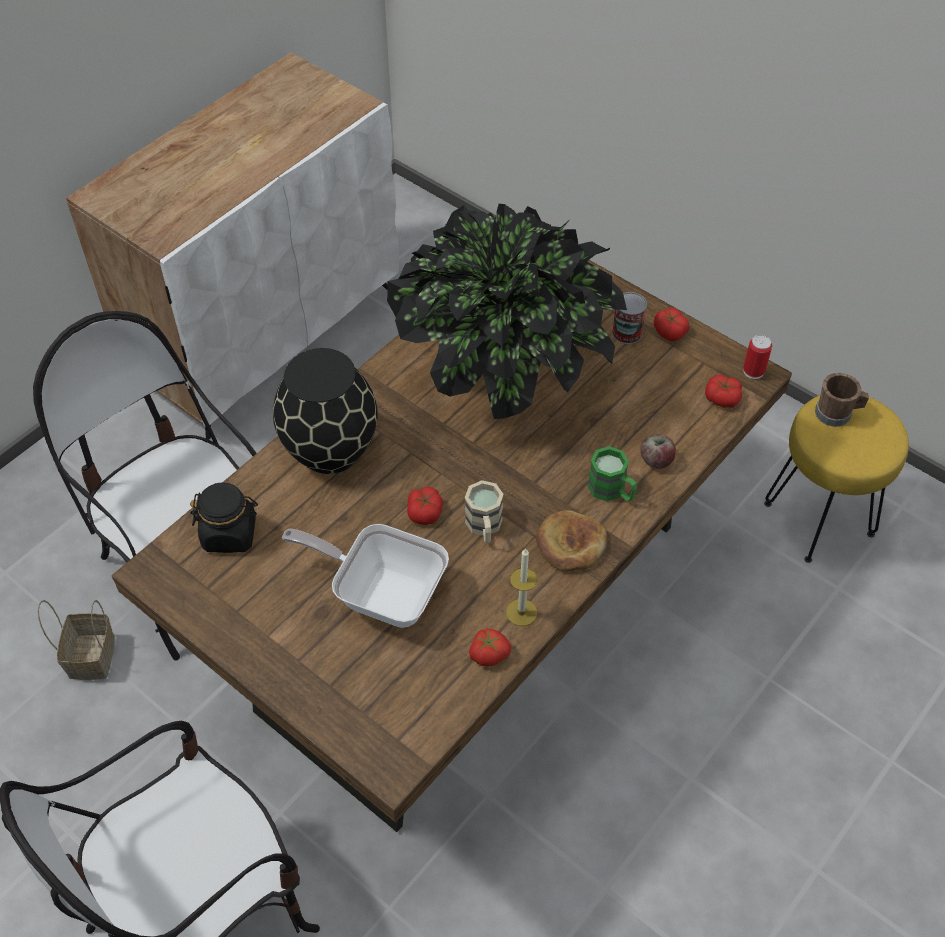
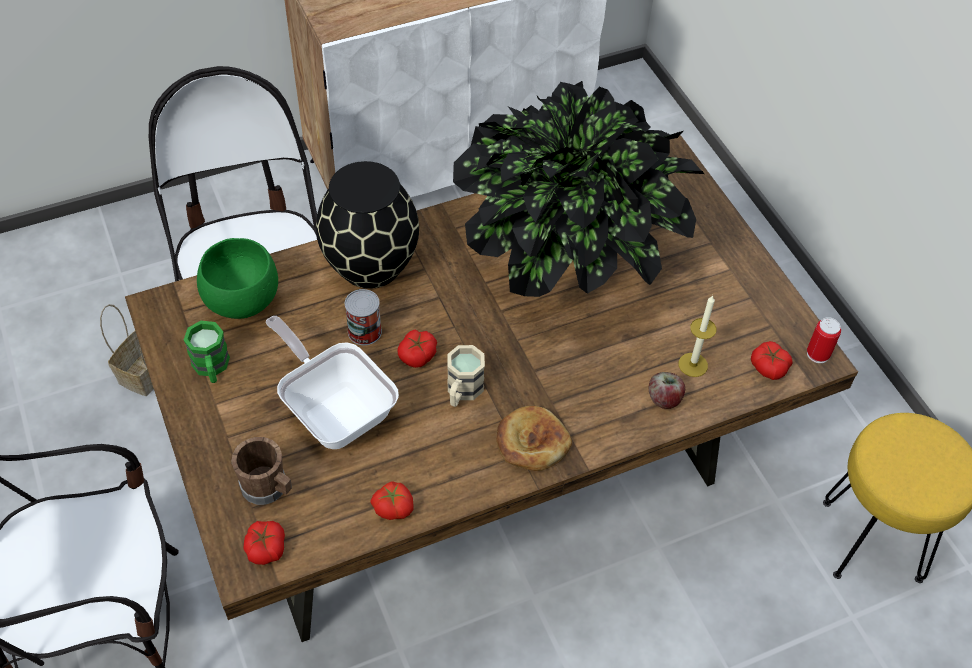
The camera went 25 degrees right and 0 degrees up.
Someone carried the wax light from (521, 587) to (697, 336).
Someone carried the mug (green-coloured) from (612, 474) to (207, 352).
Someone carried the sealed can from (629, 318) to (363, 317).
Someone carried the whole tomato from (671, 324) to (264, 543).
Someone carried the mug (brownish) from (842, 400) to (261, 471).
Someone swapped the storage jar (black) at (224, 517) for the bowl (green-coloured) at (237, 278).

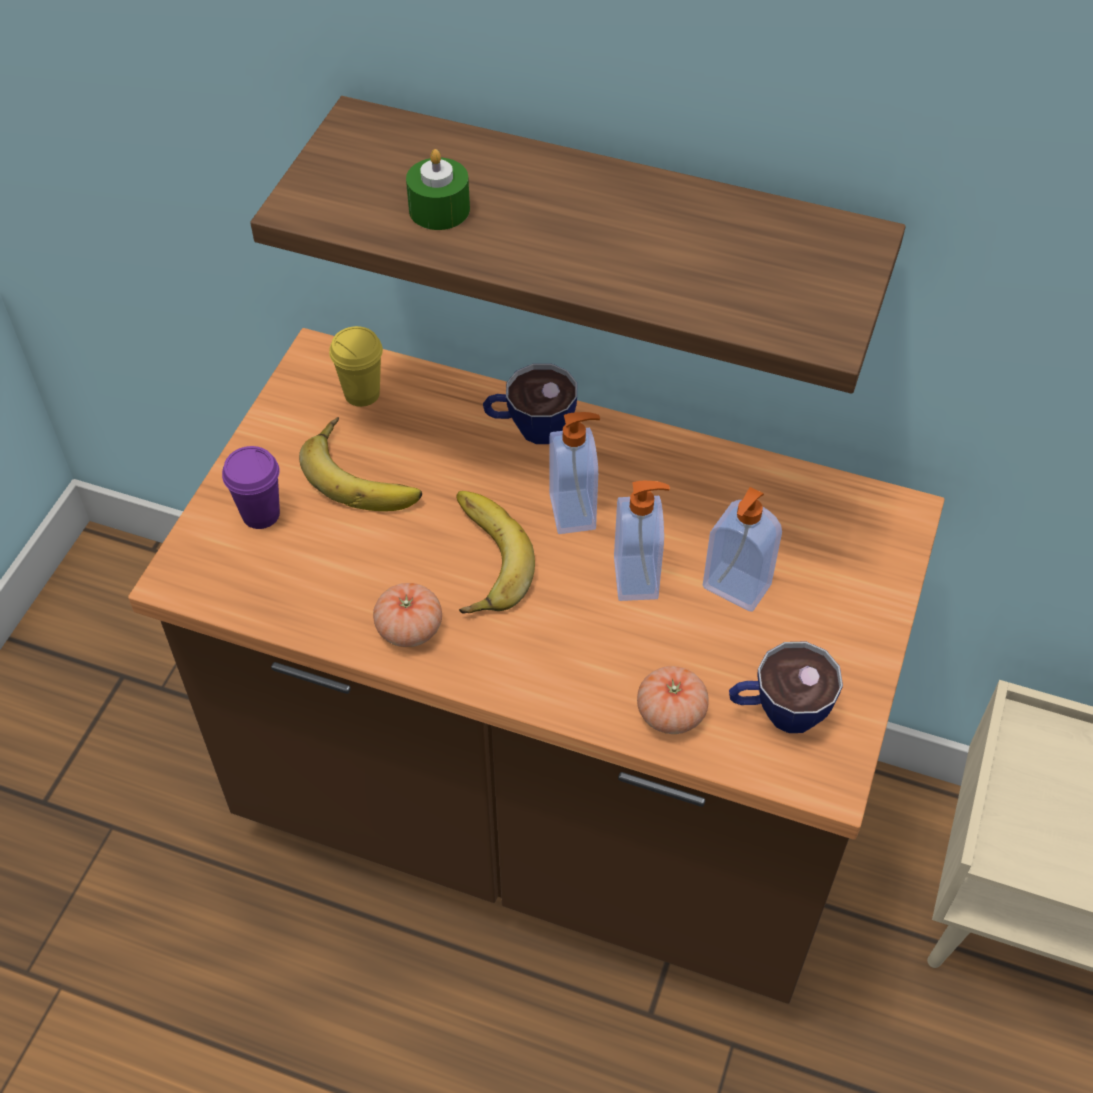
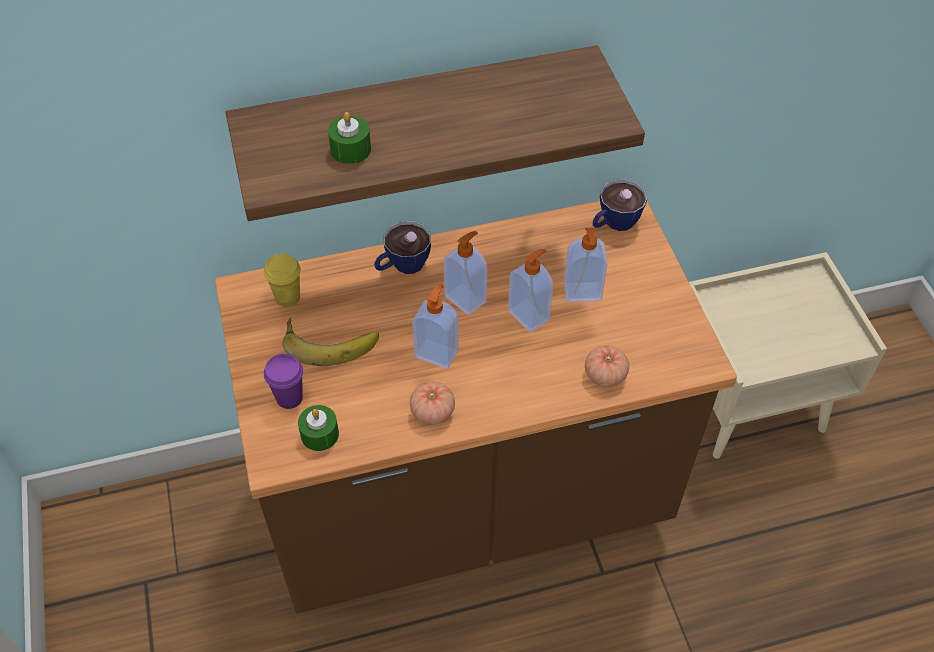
The camera went 35 degrees left and 0 degrees up.
Someone put down the wax light (green-coloured) at (318, 428).
Someone carried the small cup from (786, 687) to (620, 205).
Someone swapped the banana at (495, 552) for the soap bottle at (435, 326).

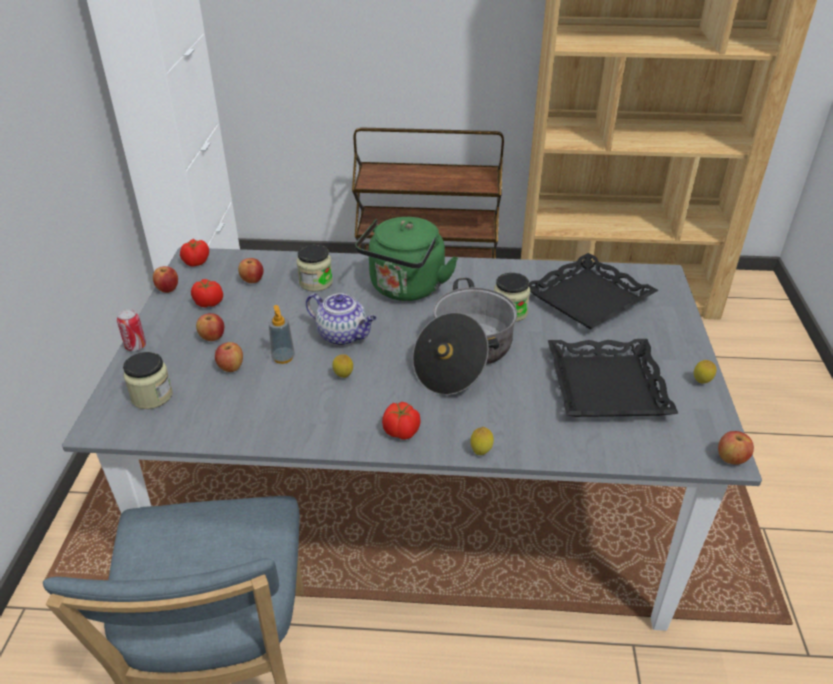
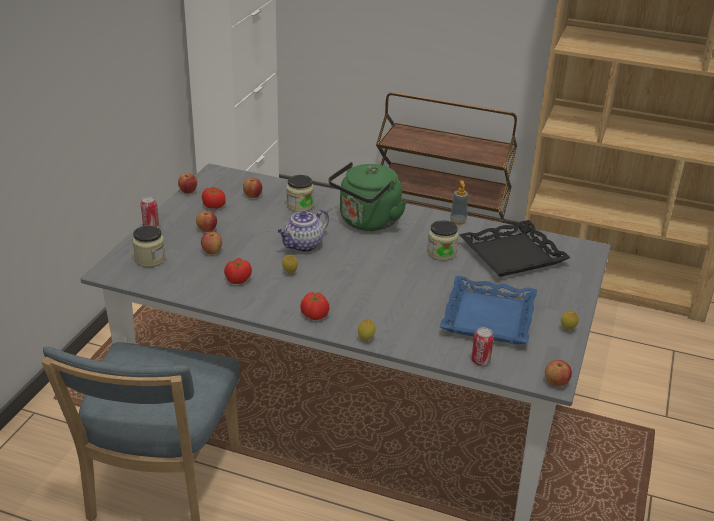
The camera went 15 degrees right and 5 degrees down.
Someone took away the cooking pot at (465, 336).
Someone put down the sealed can at (482, 346).
Someone carried the whole tomato from (194, 253) to (238, 271).
Someone carried the soap bottle from (282, 334) to (459, 202).
Someone repainted the serving tray (black) at (613, 378), which became the serving tray (blue-coloured) at (488, 310).
Someone rotated the pot for tea at (341, 319) by 90 degrees clockwise.

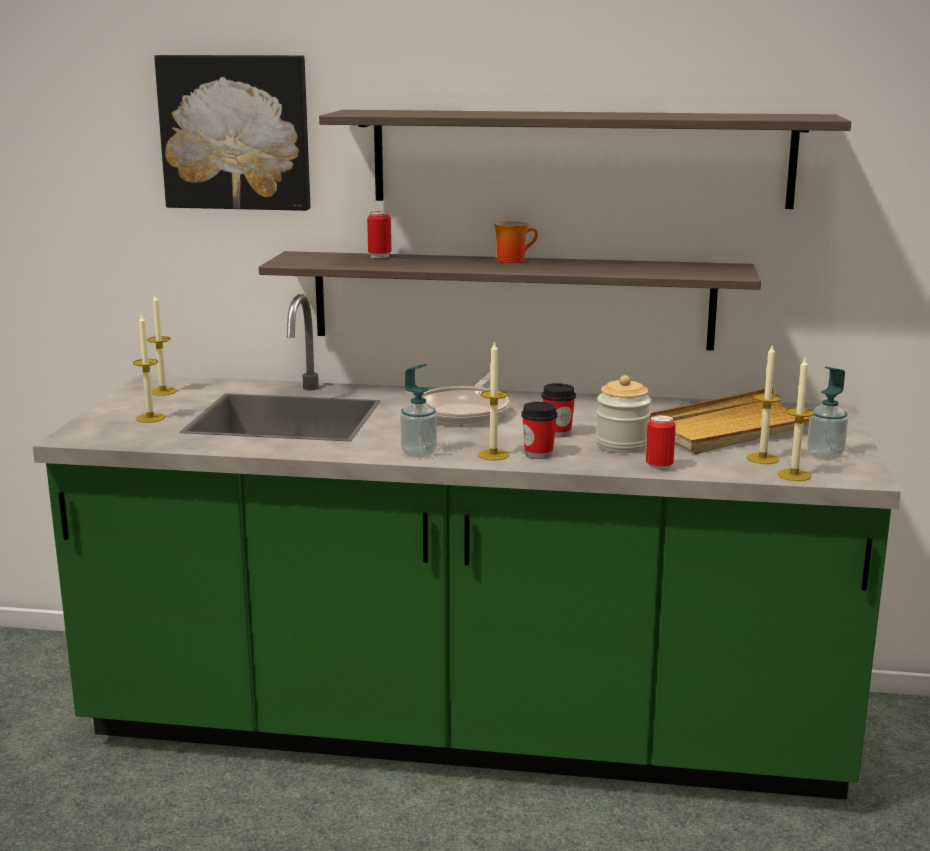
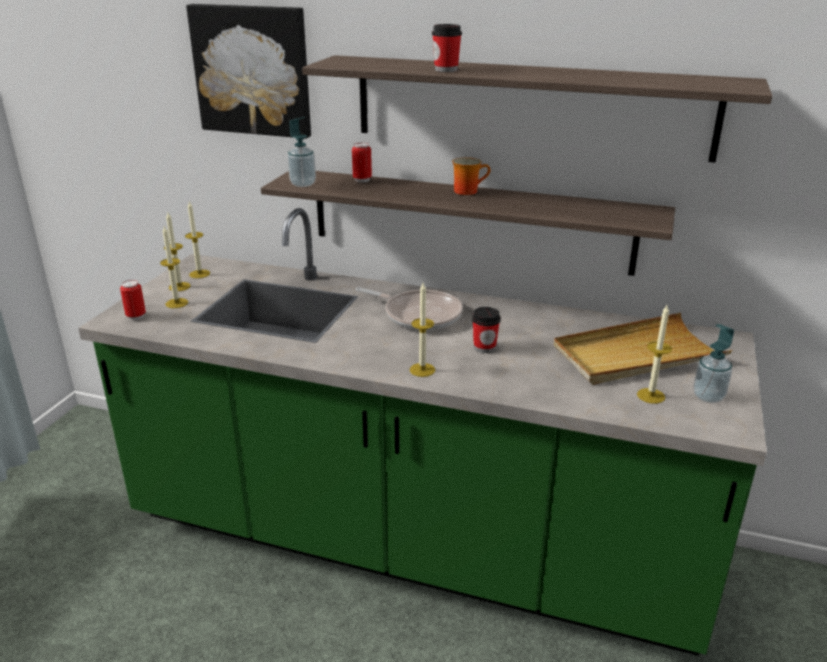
The camera went 10 degrees right and 10 degrees up.
Someone took away the storage jar at (624, 414).
Someone carried the soap bottle from (418, 411) to (302, 152).
Someone carried the small cup from (539, 430) to (447, 48).
Someone carried the sealed can from (661, 443) to (133, 300).
Someone carried the wax light from (796, 419) to (177, 251).
Someone rotated the pan at (465, 398) by 90 degrees counterclockwise.

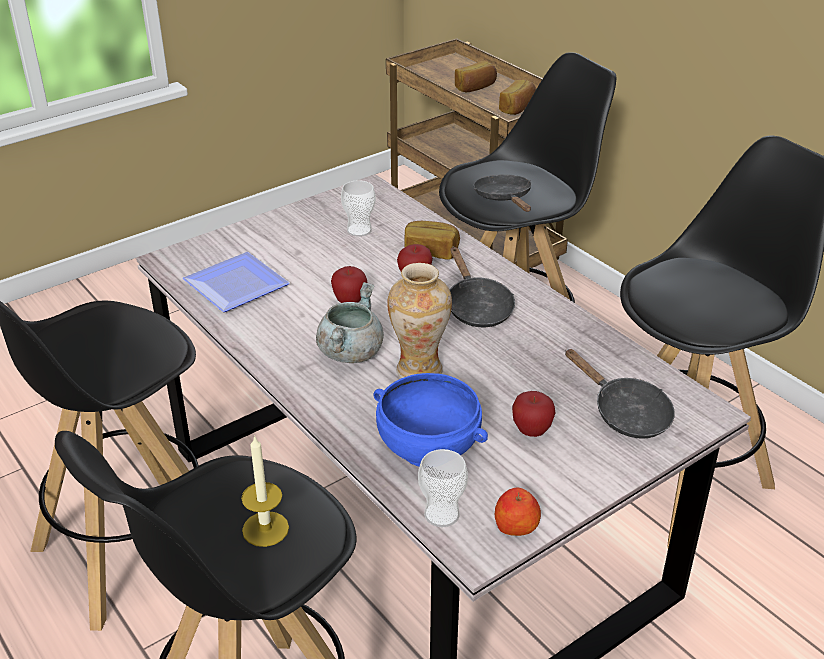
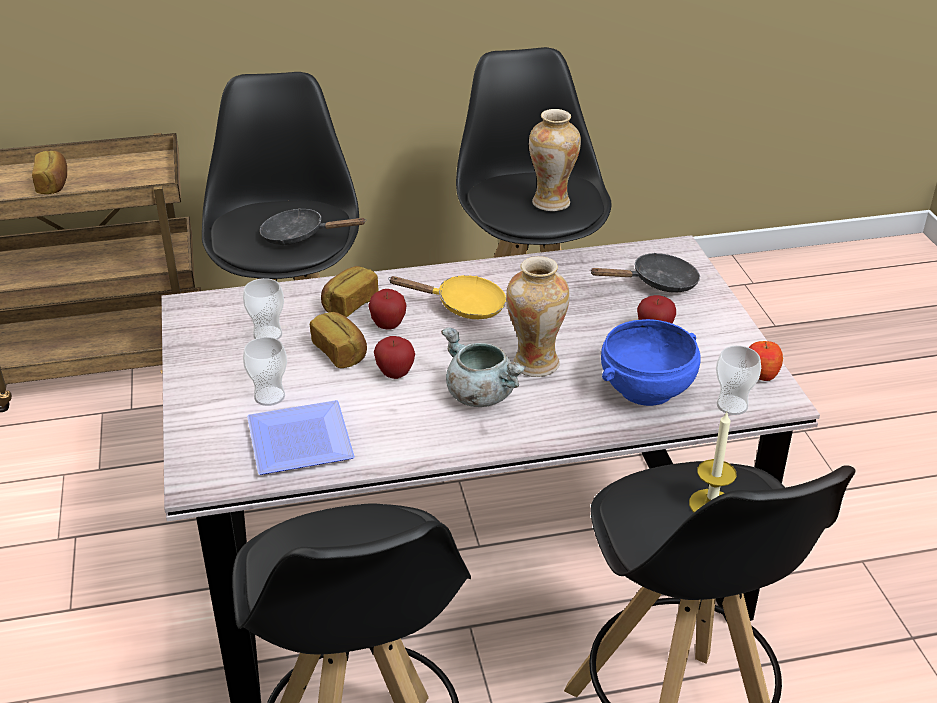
The camera went 65 degrees left and 0 degrees up.
Someone put down the small cup at (265, 371).
Someone put down the decorative vase at (555, 160).
Someone carried the bread from (517, 97) to (338, 340).
Someone repainted the pan (black) at (482, 287), which became the pan (yellowish) at (447, 297).

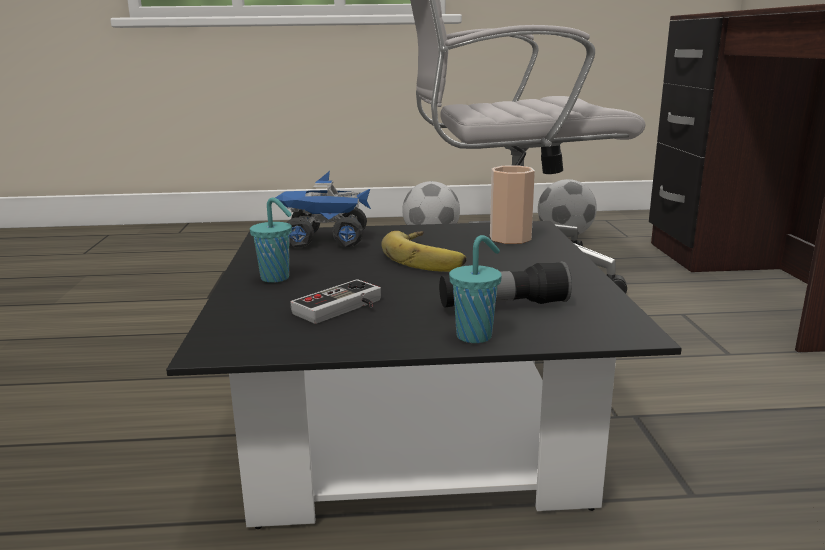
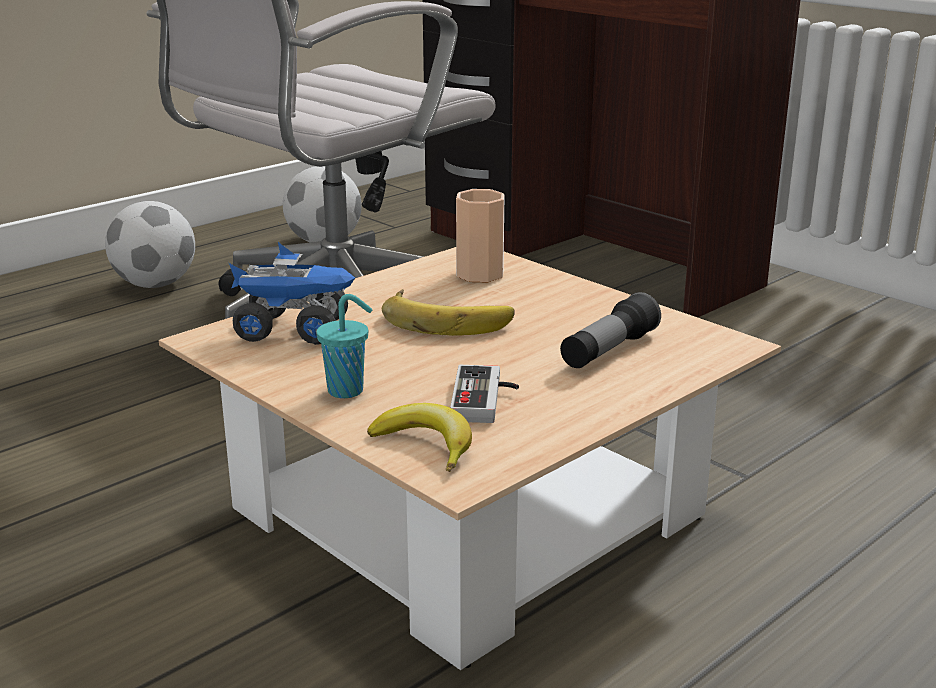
The camera went 40 degrees left and 5 degrees up.
Someone took away the small cup (turquoise) at (475, 289).
Someone put down the banana at (419, 437).
Someone repainted the lounge table (black) at (424, 375), which became the lounge table (beige-coloured) at (470, 458).
Someone rotated the toy lorry at (323, 209) by 135 degrees counterclockwise.

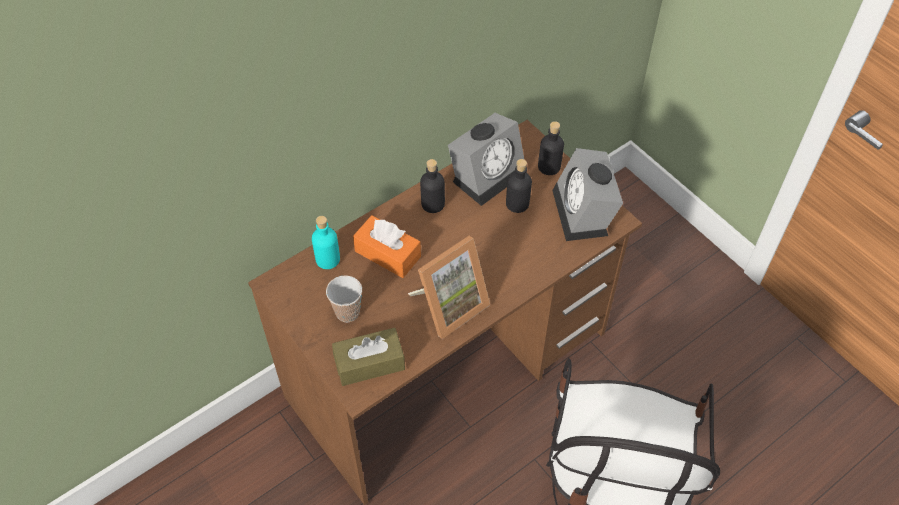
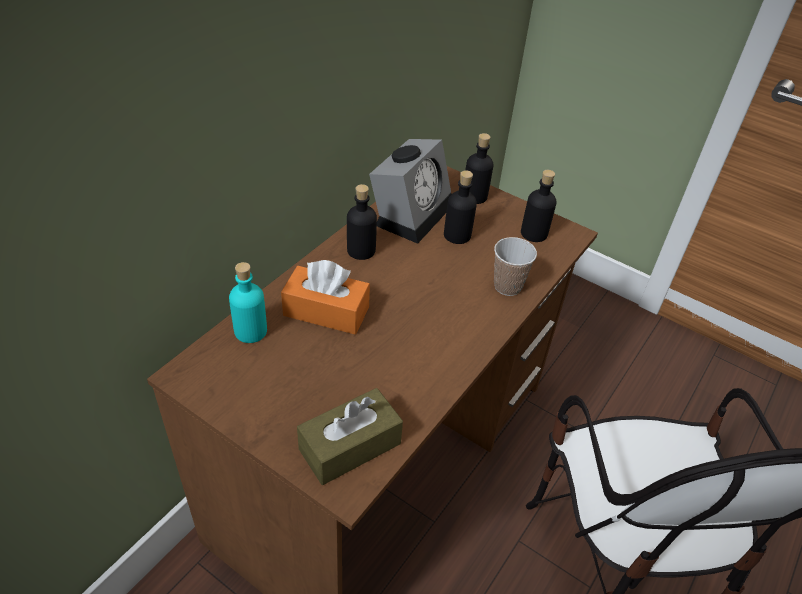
The camera went 20 degrees left and 10 degrees down.
Someone took away the picture frame at (449, 287).
Someone carried the small cup from (344, 298) to (515, 266).
Someone swapped the table clock at (587, 194) for the drink bottle (black) at (539, 206).

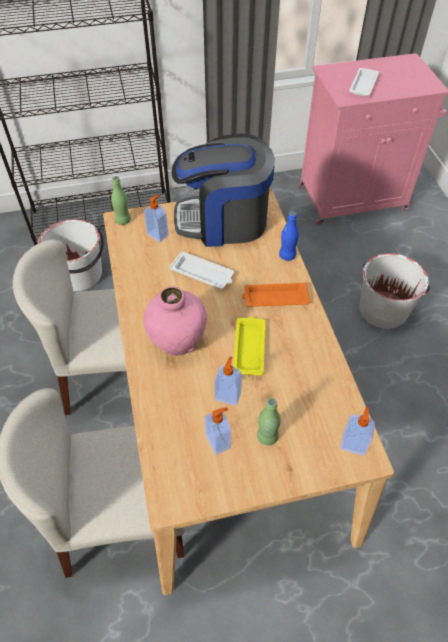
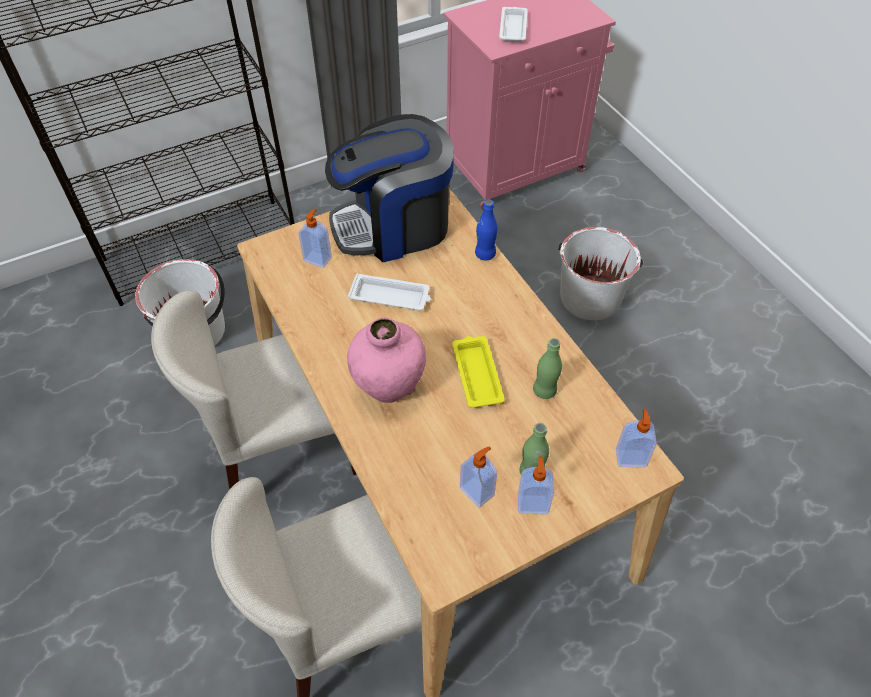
The camera went 15 degrees left and 0 degrees up.
Someone took away the serving tray (orange-coloured) at (276, 294).
Someone carried the drink bottle (green-coloured) from (121, 200) to (547, 368).
Someone carried the soap bottle from (228, 381) to (536, 485).

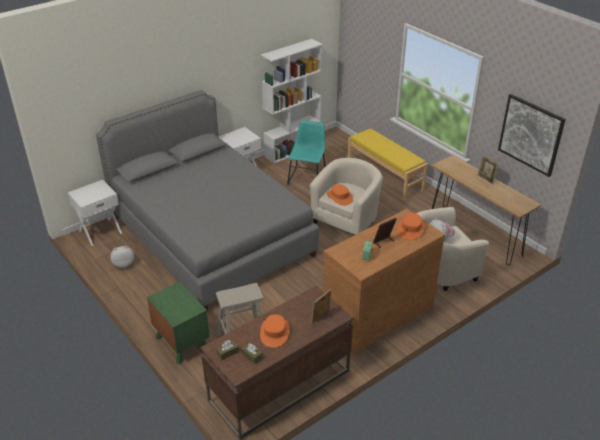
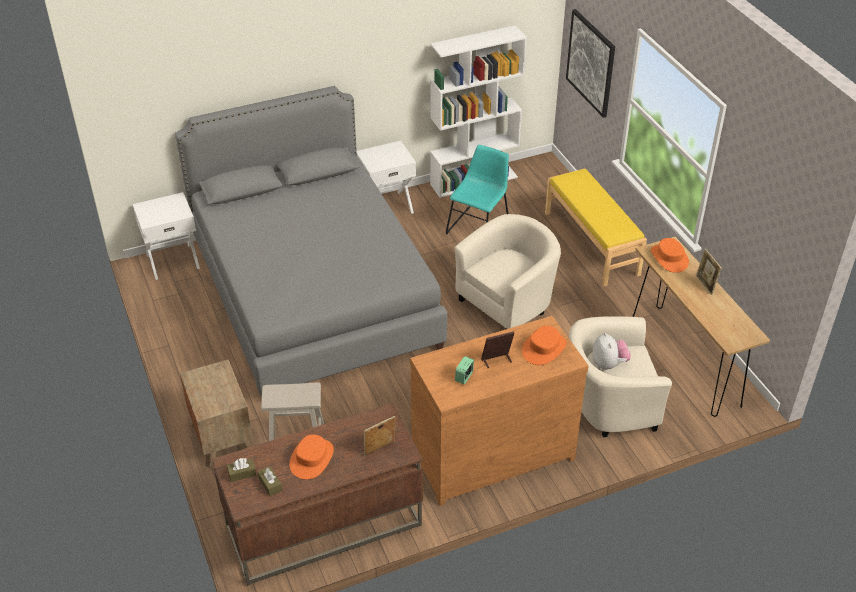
The camera went 15 degrees right and 5 degrees up.
Someone took away the soft toy at (122, 257).
Someone carried the hat (orange-coloured) from (340, 195) to (670, 255).
Someone carried the wall picture from (531, 135) to (590, 63).
Someone repainted the bedside table (green-coloured) at (178, 323), which became the bedside table (brownish) at (216, 414).

